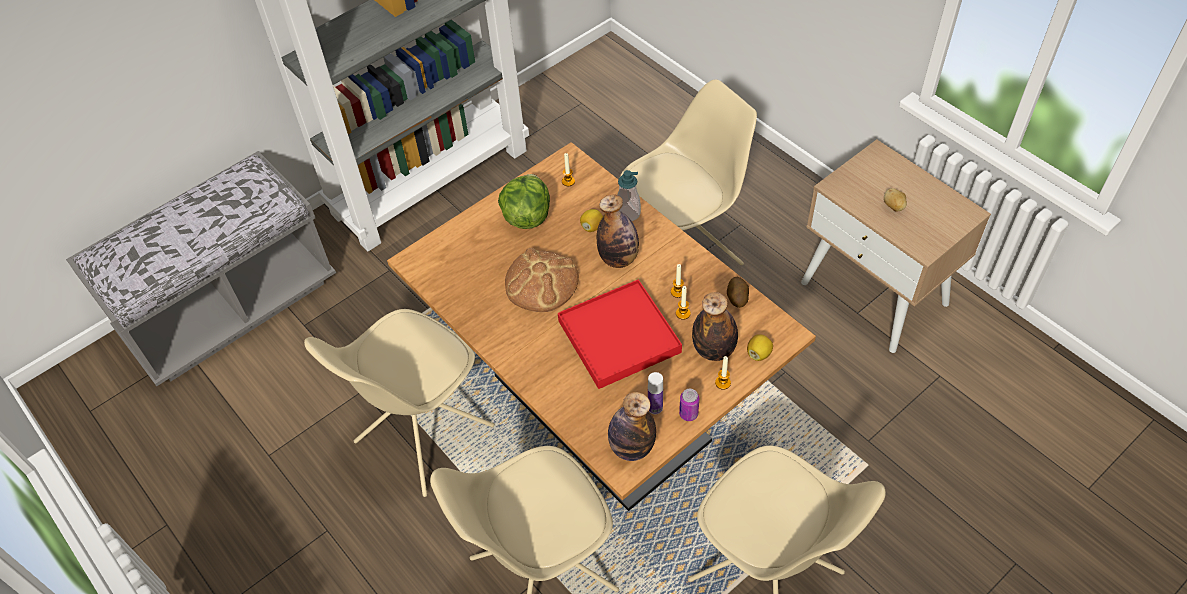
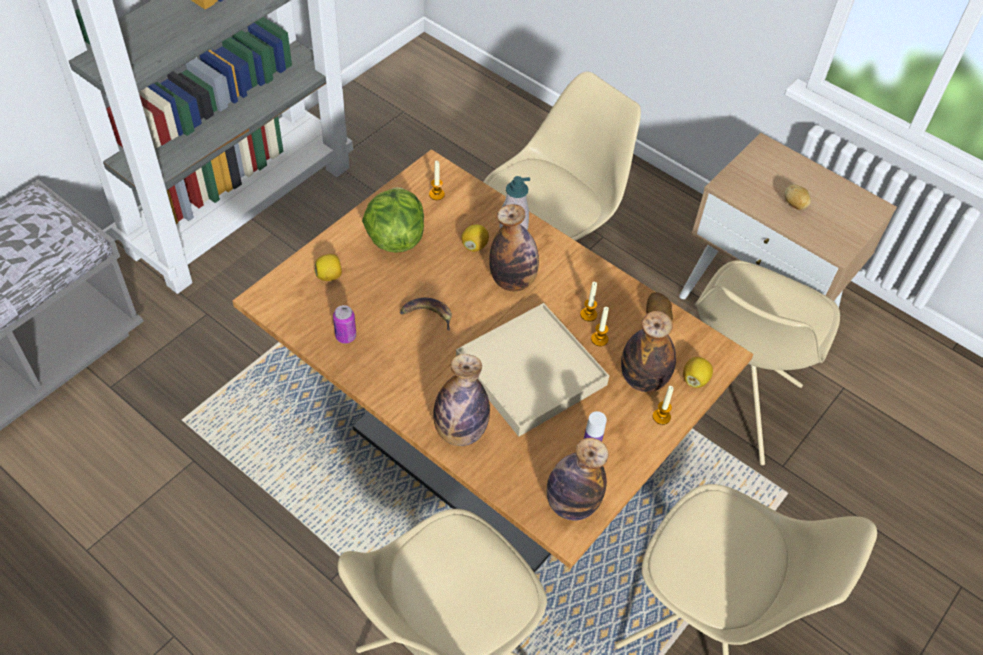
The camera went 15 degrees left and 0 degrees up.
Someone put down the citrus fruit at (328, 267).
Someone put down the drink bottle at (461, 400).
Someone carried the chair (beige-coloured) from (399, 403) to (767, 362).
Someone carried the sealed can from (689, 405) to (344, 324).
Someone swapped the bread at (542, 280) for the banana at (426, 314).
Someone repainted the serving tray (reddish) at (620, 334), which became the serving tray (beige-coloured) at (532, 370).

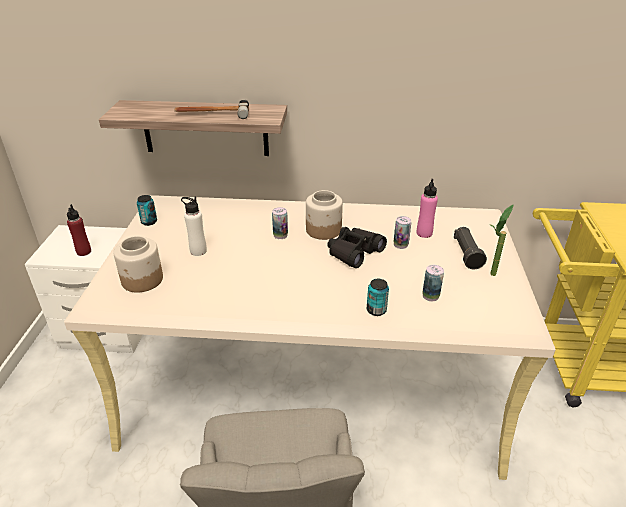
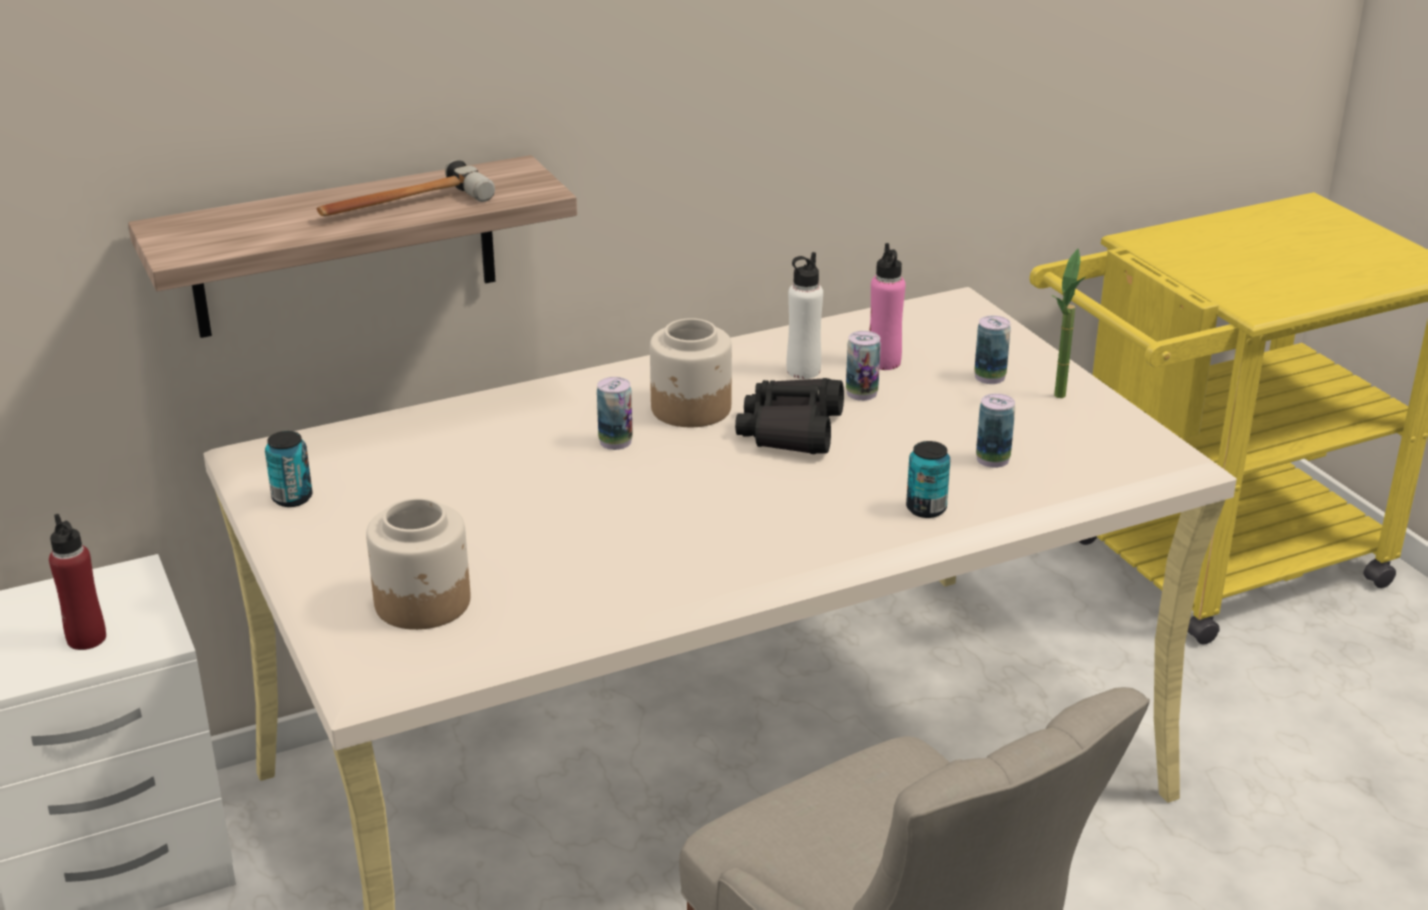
The camera went 30 degrees left and 5 degrees down.
Someone carried the drink bottle (whitish) from (194, 226) to (804, 315).
Someone swapped the hand torch (black) at (470, 248) for the sealed can at (992, 349).

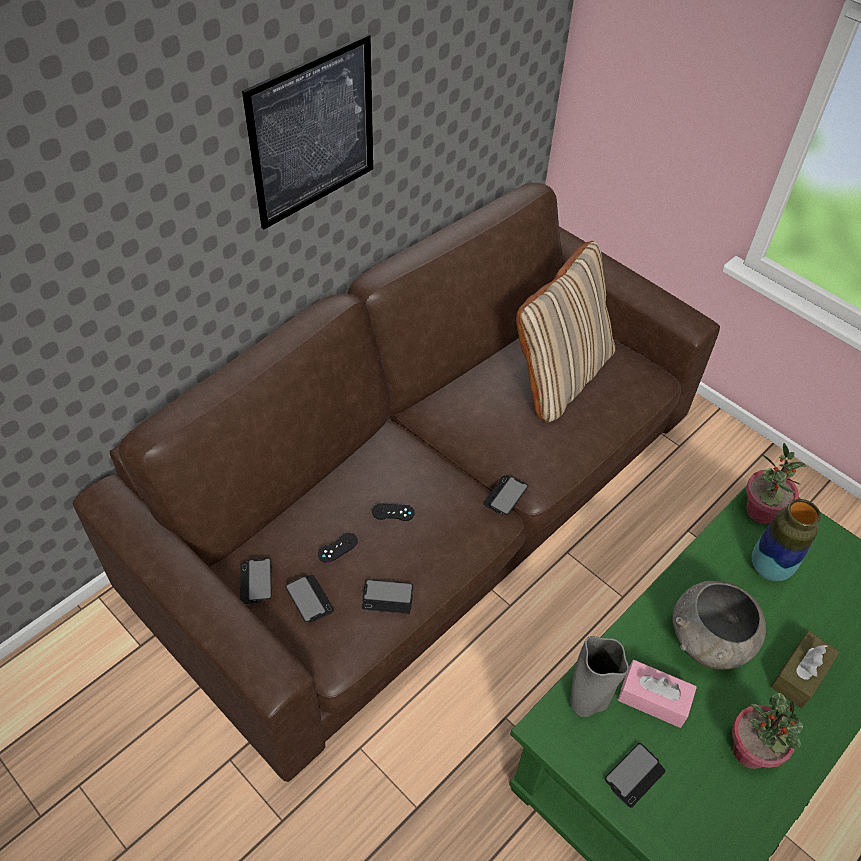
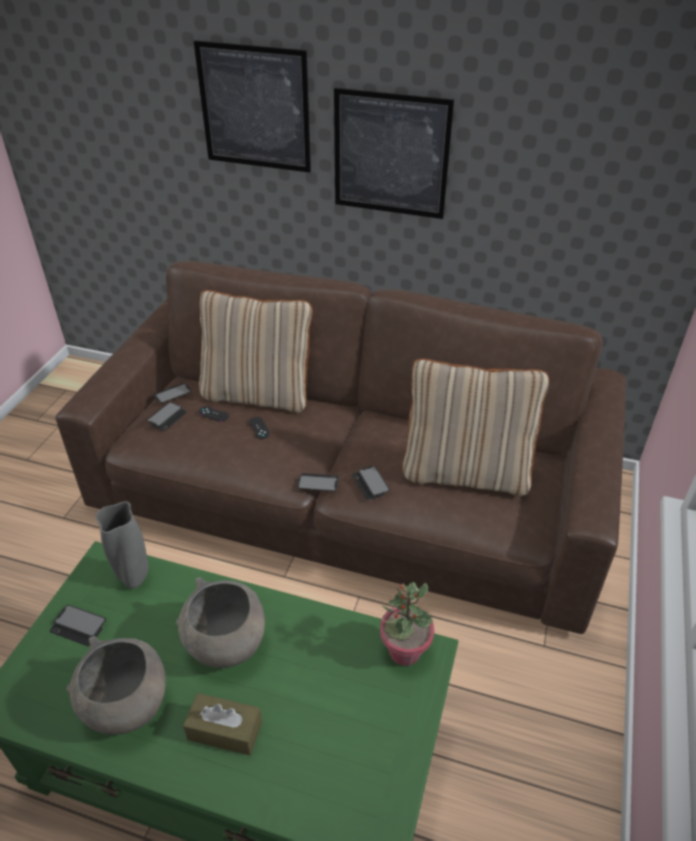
The camera went 65 degrees right and 10 degrees down.
Someone took away the box of tissues (pink) at (657, 694).
Someone took away the decorative vase at (786, 540).
Someone put up the wall picture at (252, 106).
Someone put down the pillow (beige-coloured) at (256, 351).
Someone carried the phone from (387, 596) to (371, 483).
Someone swapped the plant in a pot at (767, 731) for the bowl (grey) at (116, 685).

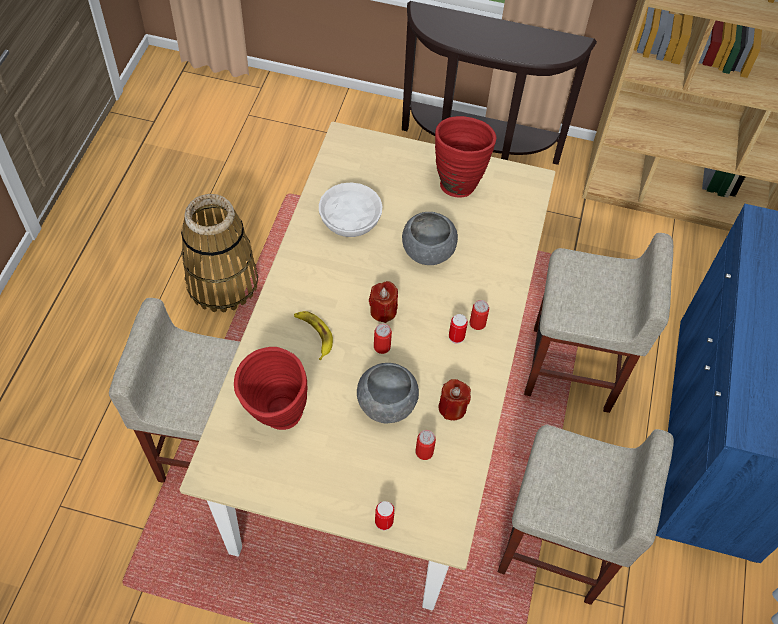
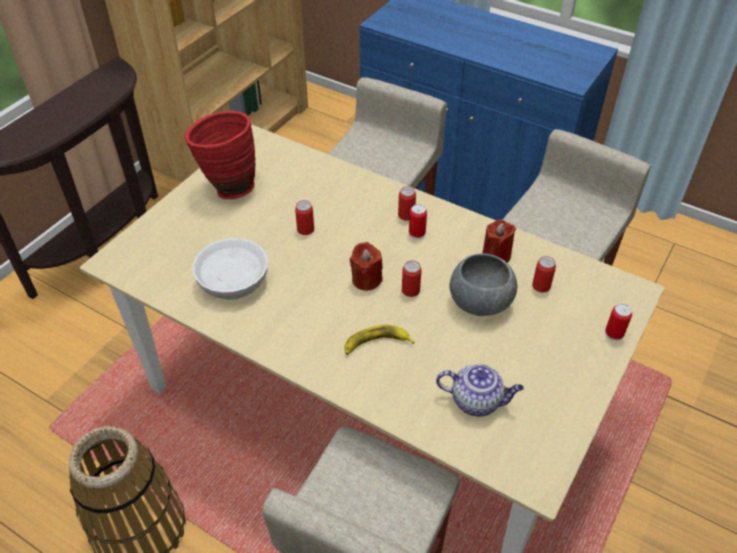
The camera went 70 degrees left and 10 degrees down.
Someone swapped the decorative vase (reddish) at (271, 388) for the pot for tea at (480, 390).
Someone swapped the bowl (grey) at (430, 238) for the sealed can at (304, 217).

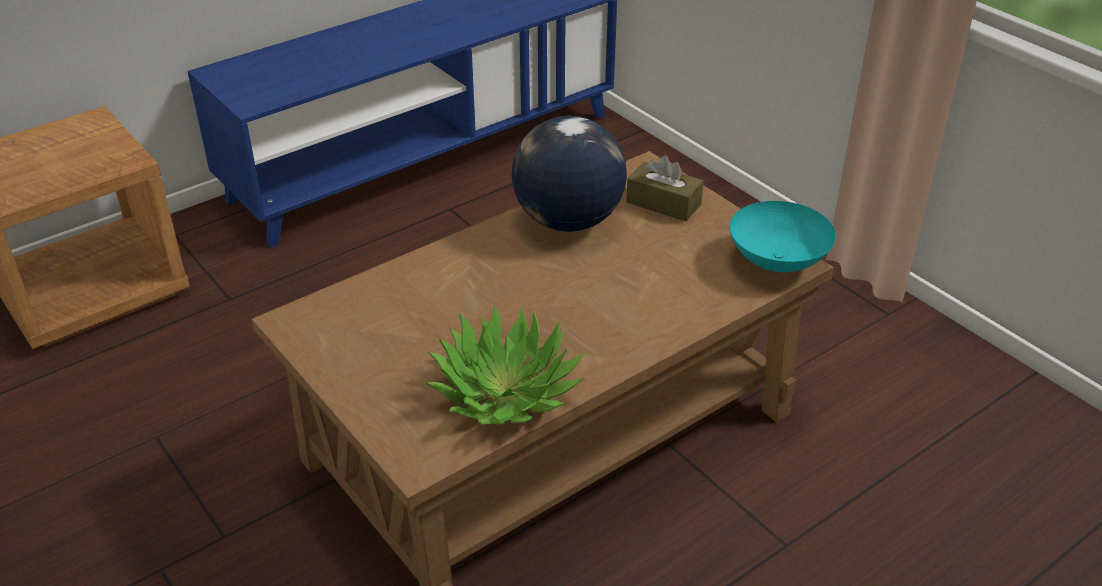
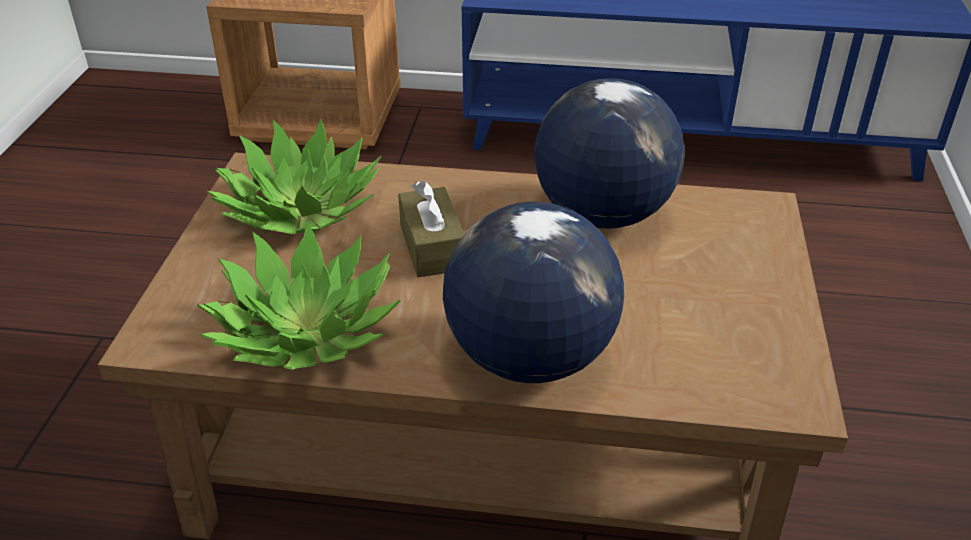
The camera went 45 degrees right and 0 degrees up.
Someone took away the bowl (turquoise) at (783, 236).
Someone put down the plant in a pot at (294, 176).
Someone put down the desk globe at (533, 292).
Someone carried the box of tissues (brownish) from (665, 188) to (431, 229).

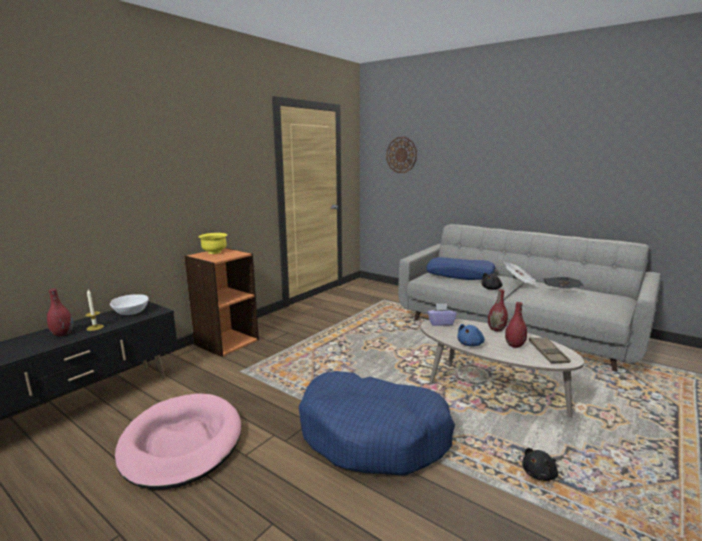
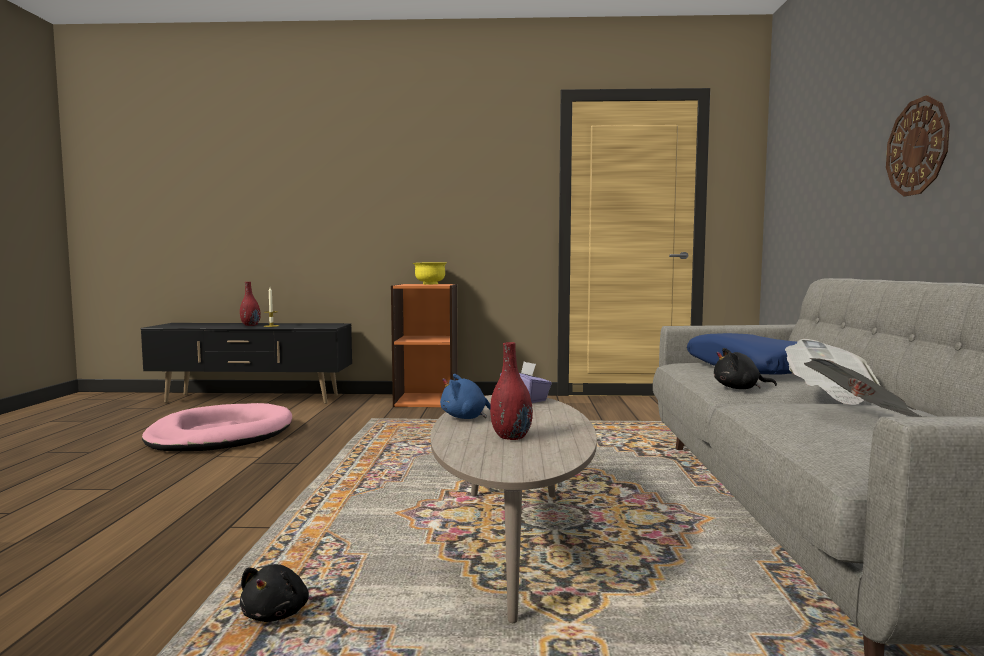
The camera went 55 degrees right and 10 degrees down.
Someone took away the bowl (whitish) at (129, 304).
Someone took away the pet bed (blue-coloured) at (377, 423).
Someone took away the decorative vase (reddish) at (498, 310).
Someone took away the serving tray (brownish) at (549, 350).
Someone carried the clock on the wall from (401, 155) to (918, 146).
Someone rotated the soft toy (black) at (540, 464) by 105 degrees counterclockwise.

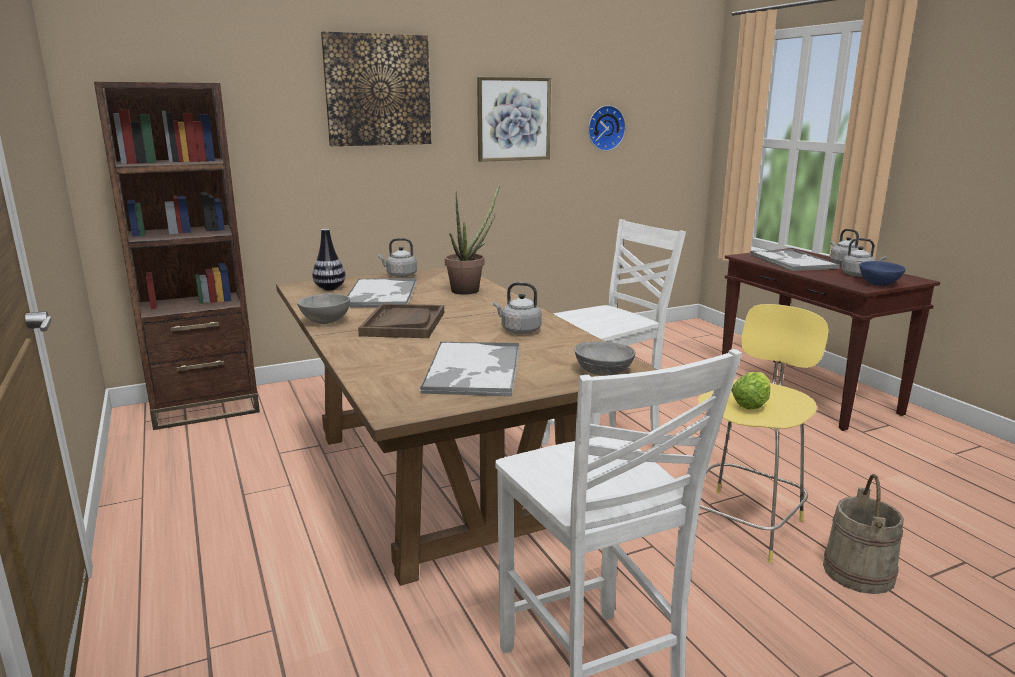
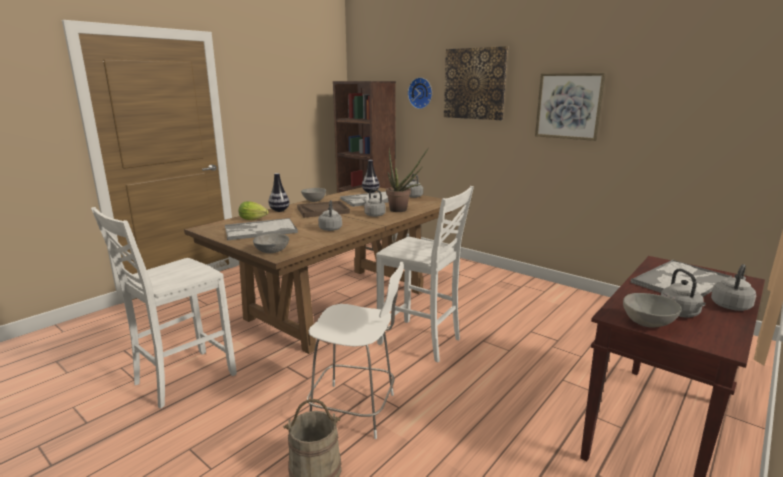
The camera went 65 degrees right and 0 degrees up.
Someone put down the decorative vase at (279, 192).
Someone put down the tea kettle (grey) at (374, 203).
Someone carried the clock on the wall from (607, 128) to (420, 93).
Someone carried the lettuce from (750, 390) to (254, 210).
Someone repainted the sitting stool (yellowish) at (763, 434), which became the sitting stool (whitish) at (355, 350).
Someone repainted the bowl (blue-coloured) at (882, 273), which became the bowl (grey) at (652, 310).

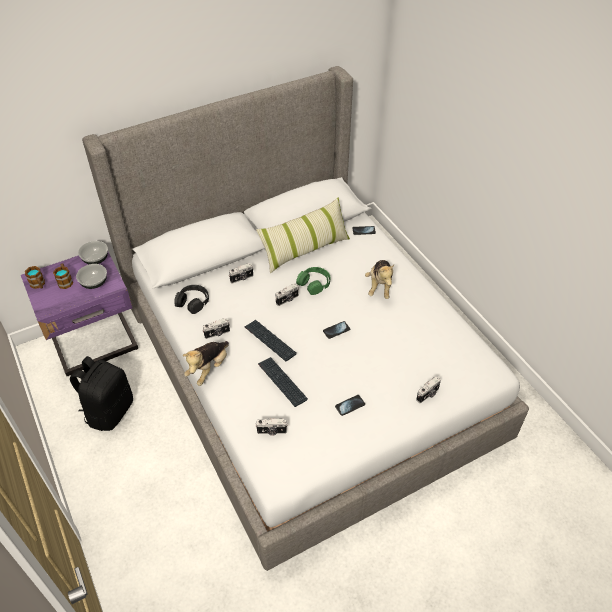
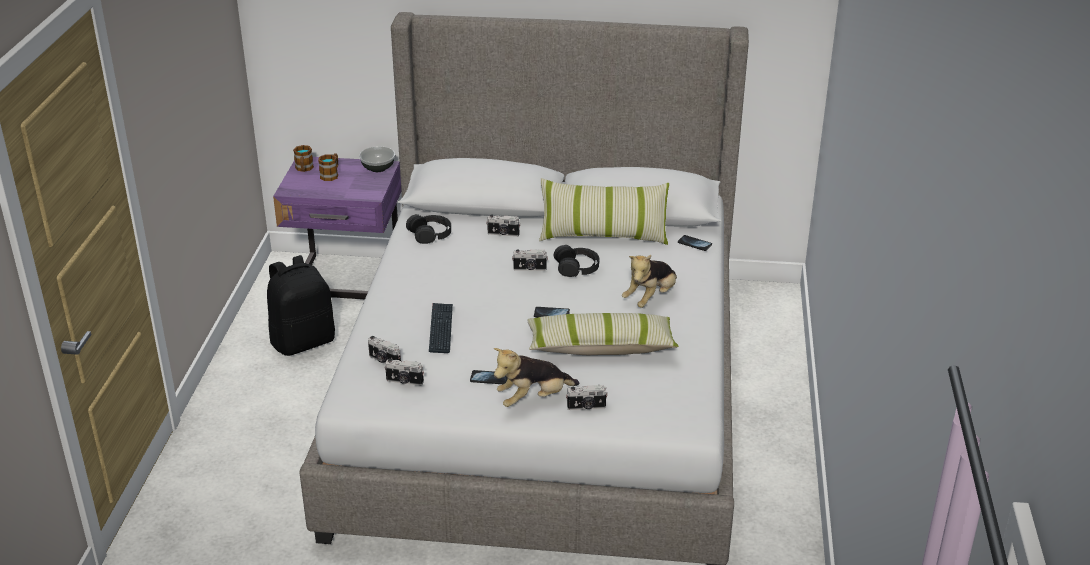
The camera went 35 degrees right and 15 degrees down.
Someone took away the bowl at (91, 276).
Someone took away the PC keyboard at (271, 341).
Someone put down the pillow at (603, 334).
Someone carried the soft toy from (206, 363) to (537, 377).
Someone carried the photo camera from (216, 328) to (404, 372).
Someone repainted the headphones (green-coloured) at (313, 281), which became the headphones (black) at (576, 261).

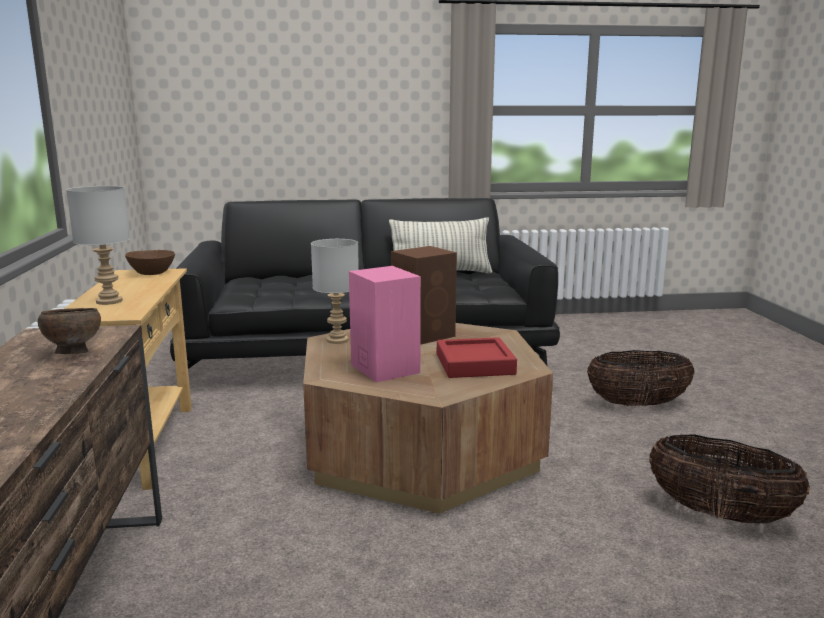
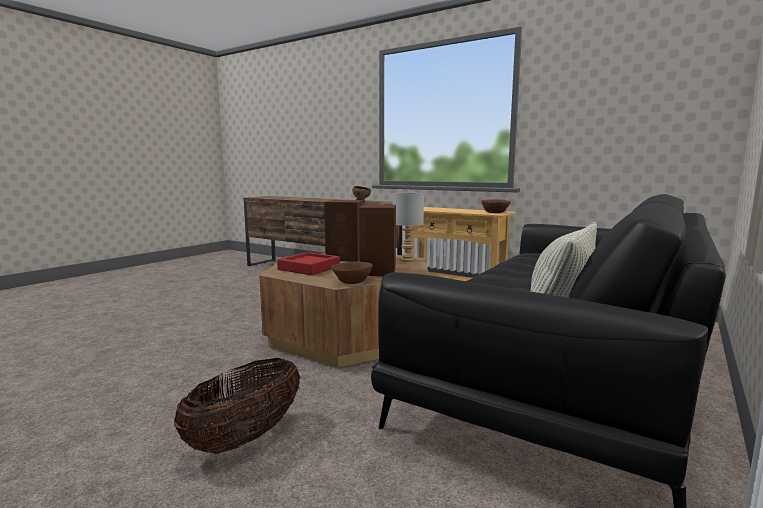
The camera went 130 degrees right and 5 degrees down.
Someone took away the table lamp (grey) at (98, 245).
Someone took away the storage basket at (729, 479).
Someone put down the bowl (brownish) at (352, 273).
Someone repainted the loudspeaker (pink) at (385, 324), which became the loudspeaker (brownish) at (343, 231).

